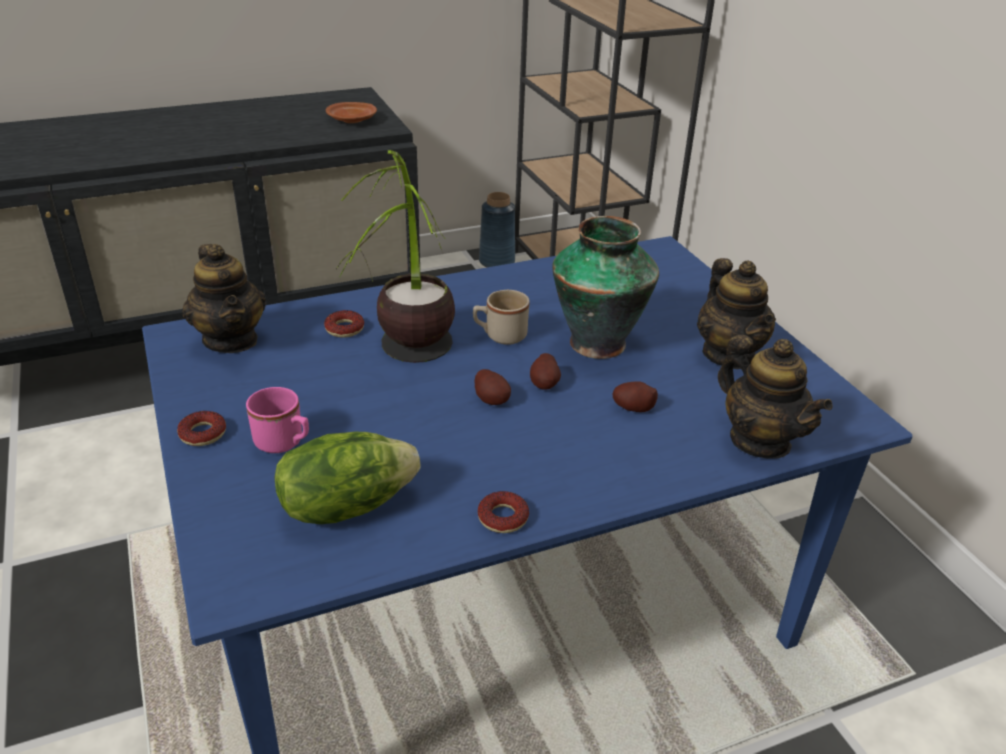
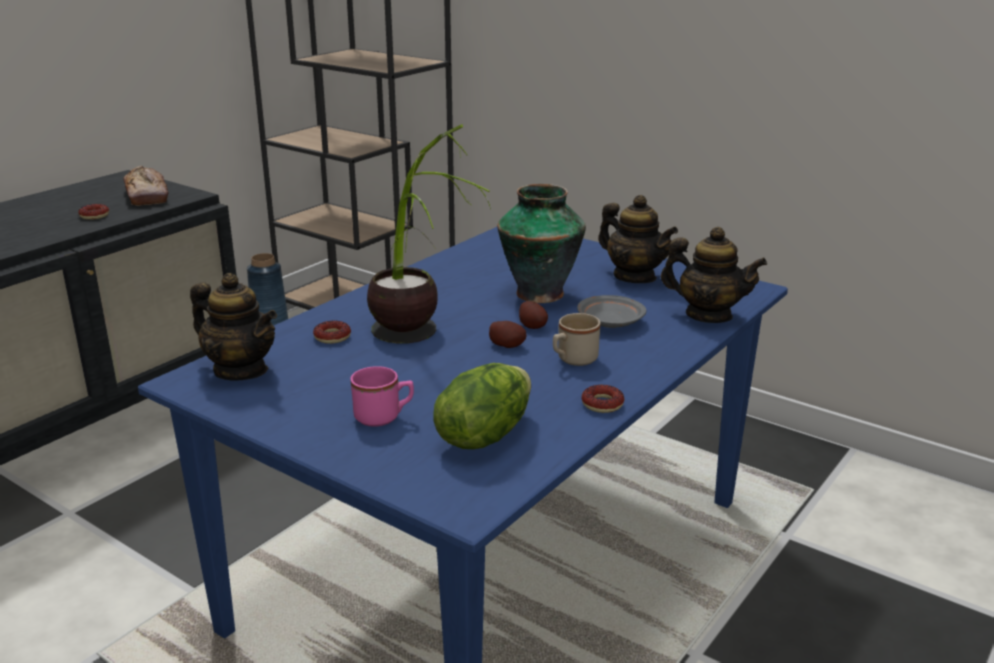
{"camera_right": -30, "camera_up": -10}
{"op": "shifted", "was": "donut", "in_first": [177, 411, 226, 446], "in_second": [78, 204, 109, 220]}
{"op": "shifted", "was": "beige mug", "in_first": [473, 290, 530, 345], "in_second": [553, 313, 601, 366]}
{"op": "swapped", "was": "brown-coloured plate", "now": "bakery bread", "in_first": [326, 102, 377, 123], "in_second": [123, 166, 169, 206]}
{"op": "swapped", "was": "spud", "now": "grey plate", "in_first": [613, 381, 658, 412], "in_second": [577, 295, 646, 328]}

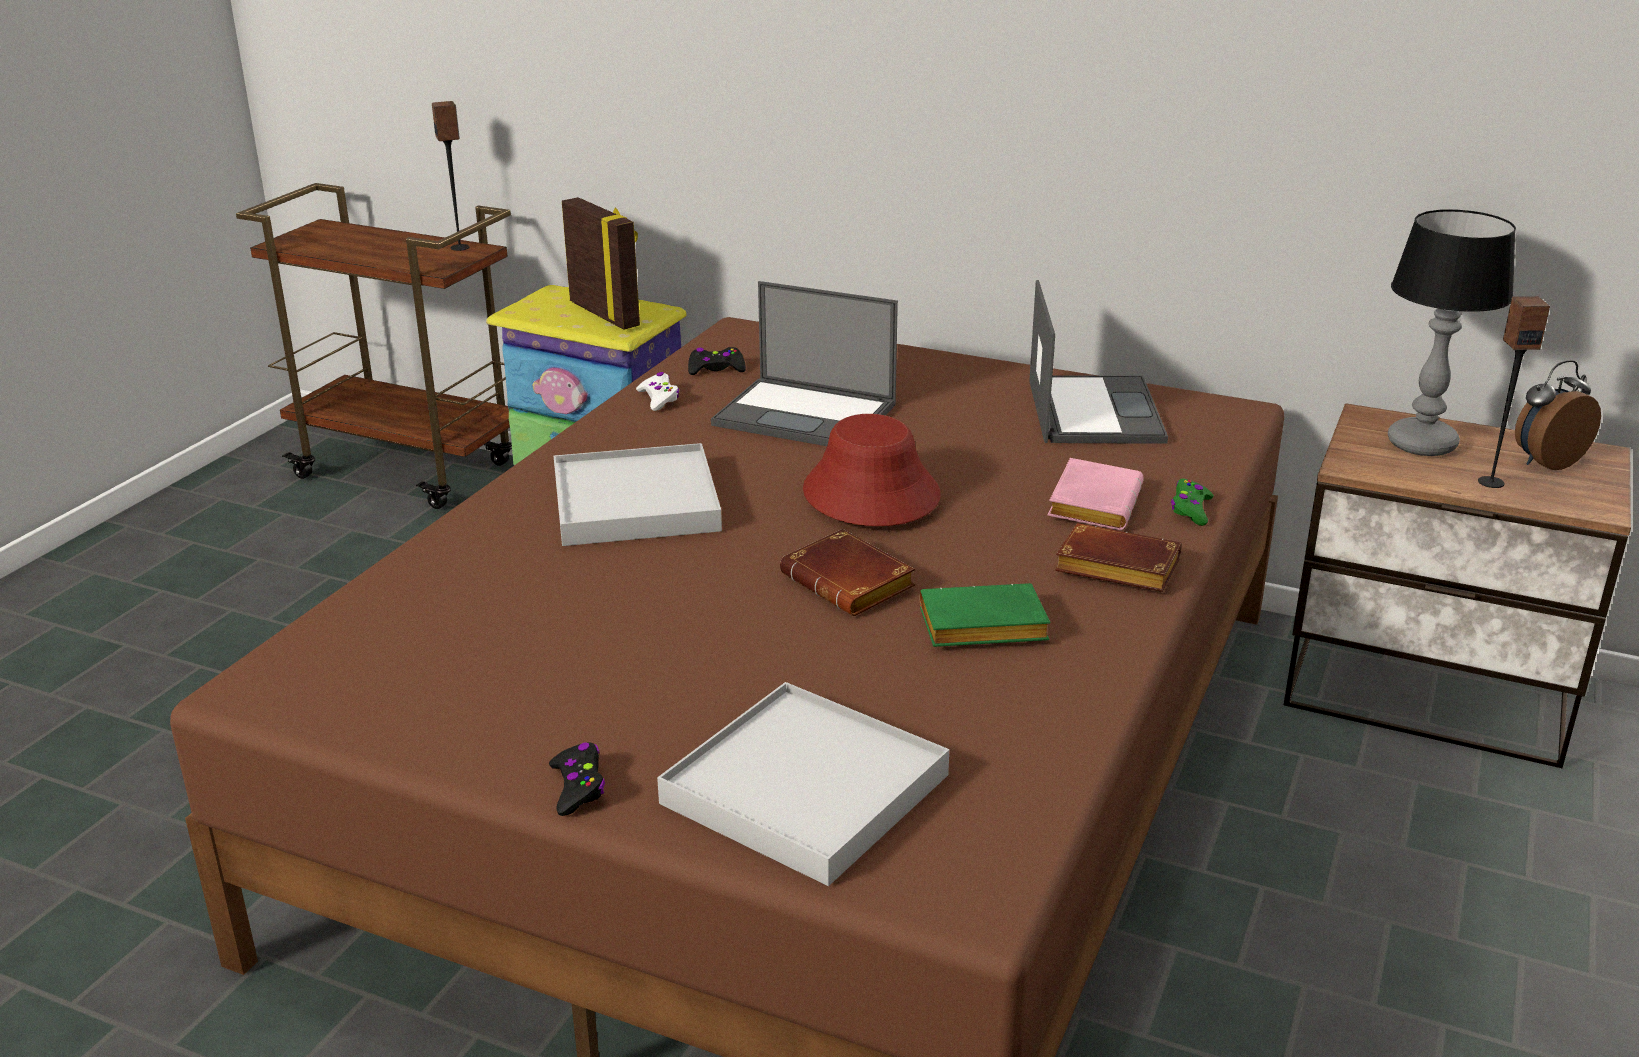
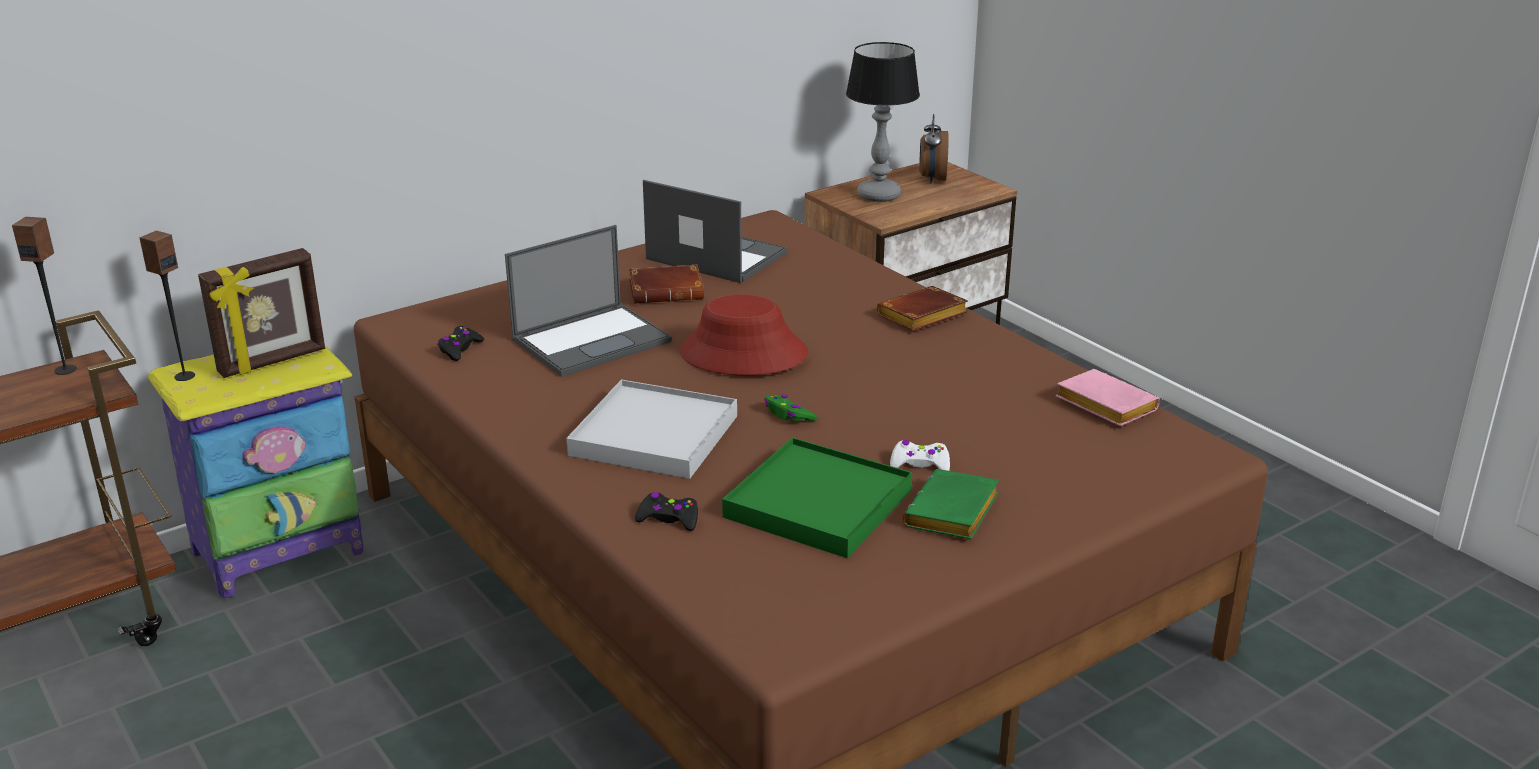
{"camera_right": -60, "camera_up": 0}
{"op": "gone", "was": "white tray", "in_first": [657, 682, 949, 886]}
{"op": "new", "now": "green tray", "in_second": [722, 437, 912, 558]}
{"op": "shifted", "was": "blackish joypad", "in_first": [549, 742, 605, 816], "in_second": [635, 492, 698, 531]}
{"op": "shifted", "was": "white joypad", "in_first": [636, 372, 679, 411], "in_second": [890, 440, 950, 471]}
{"op": "shifted", "was": "brown-coloured book", "in_first": [780, 529, 915, 616], "in_second": [629, 265, 704, 304]}
{"op": "shifted", "was": "green book", "in_first": [920, 583, 1050, 647], "in_second": [903, 469, 999, 539]}
{"op": "shifted", "was": "pink-coloured book", "in_first": [1048, 458, 1144, 530], "in_second": [1055, 369, 1160, 426]}
{"op": "shifted", "was": "green joypad", "in_first": [1171, 478, 1214, 526], "in_second": [764, 394, 817, 421]}
{"op": "shifted", "was": "audio speaker", "in_first": [1478, 296, 1550, 488], "in_second": [139, 231, 195, 381]}
{"op": "rotated", "was": "picture frame", "in_first": [562, 197, 640, 330], "in_second": [198, 248, 325, 378], "clockwise": 150}

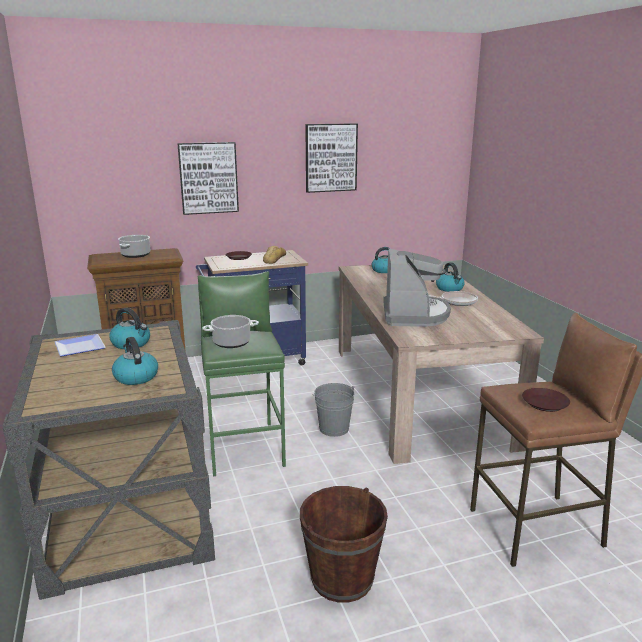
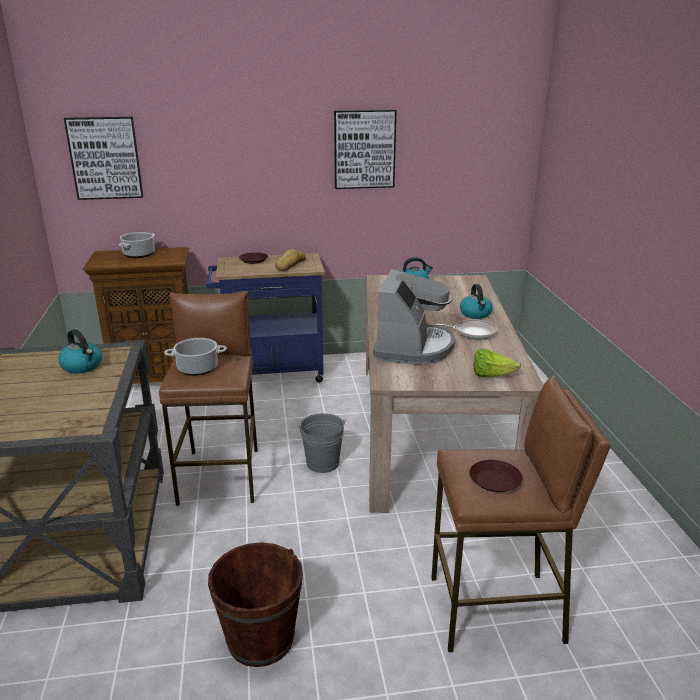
{"camera_right": 10, "camera_up": 5}
{"op": "gone", "was": "plate", "in_first": [55, 334, 106, 357]}
{"op": "gone", "was": "tea kettle", "in_first": [112, 337, 158, 385]}
{"op": "new", "now": "head of lettuce", "in_second": [474, 348, 521, 377]}
{"op": "shifted", "was": "picture", "in_first": [177, 142, 239, 215], "in_second": [64, 117, 143, 200]}
{"op": "repainted", "was": "green stool seat", "now": "brown-coloured stool seat", "in_first": [198, 271, 286, 477], "in_second": [159, 291, 258, 506]}

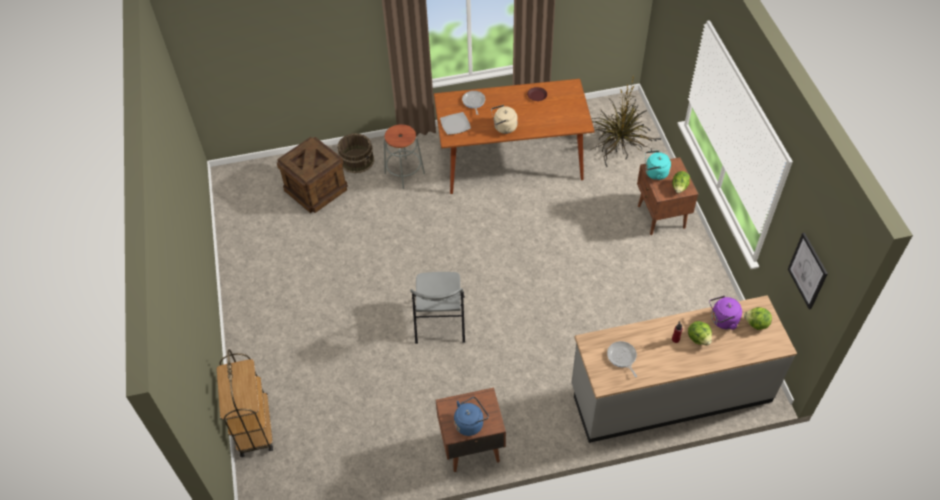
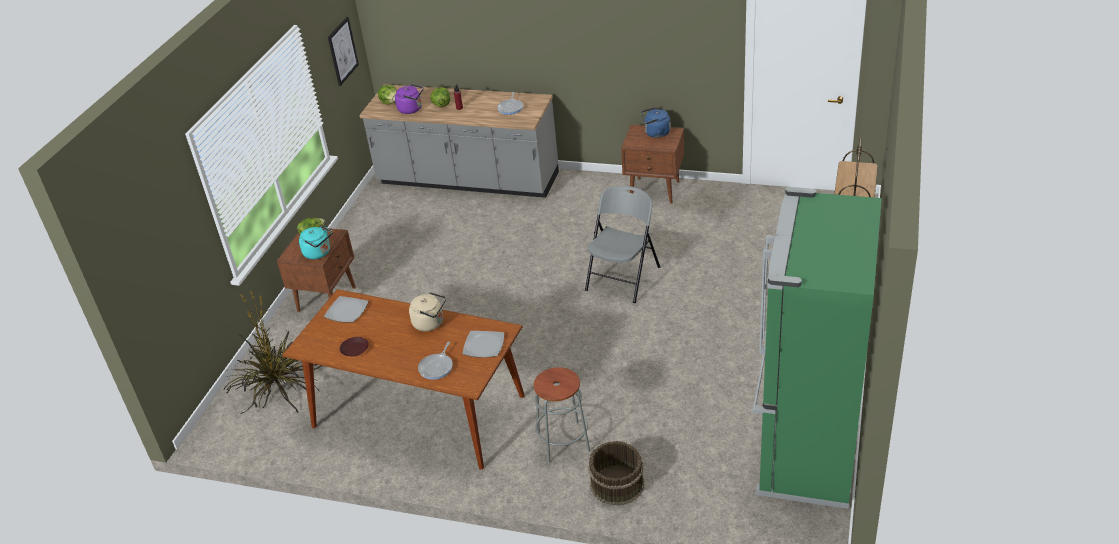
{"camera_right": -150, "camera_up": -15}
{"op": "gone", "was": "crate", "in_first": [277, 137, 348, 213]}
{"op": "new", "now": "plate", "in_second": [324, 296, 369, 322]}
{"op": "new", "now": "green kitchen fridge", "in_second": [752, 187, 882, 509]}

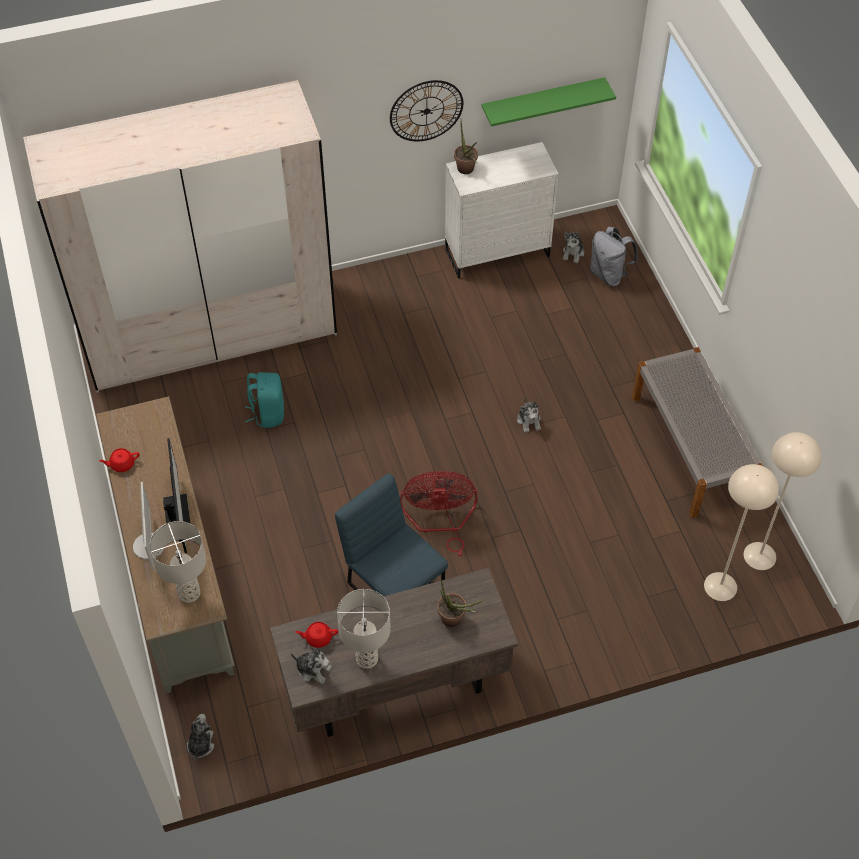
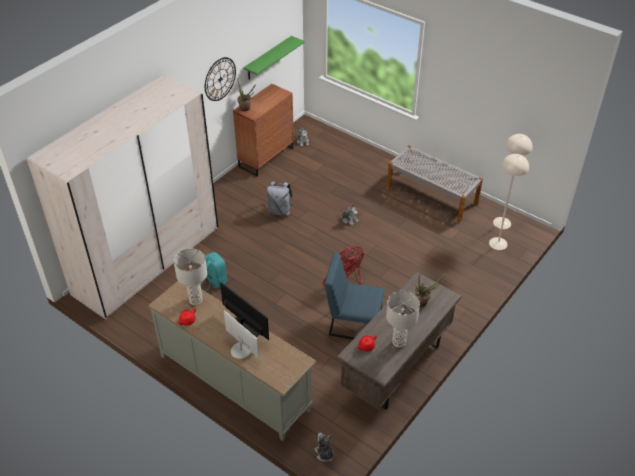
{"camera_right": -35, "camera_up": -10}
{"op": "gone", "was": "cuddly toy", "in_first": [291, 648, 332, 684]}
{"op": "shifted", "was": "white lamp for a table", "in_first": [149, 521, 206, 603], "in_second": [174, 249, 207, 305]}
{"op": "shifted", "was": "grey rucksack", "in_first": [590, 226, 638, 287], "in_second": [267, 181, 293, 216]}
{"op": "repainted", "was": "white drawer chest", "now": "brown-coloured drawer chest", "in_first": [445, 142, 559, 279], "in_second": [233, 84, 294, 177]}

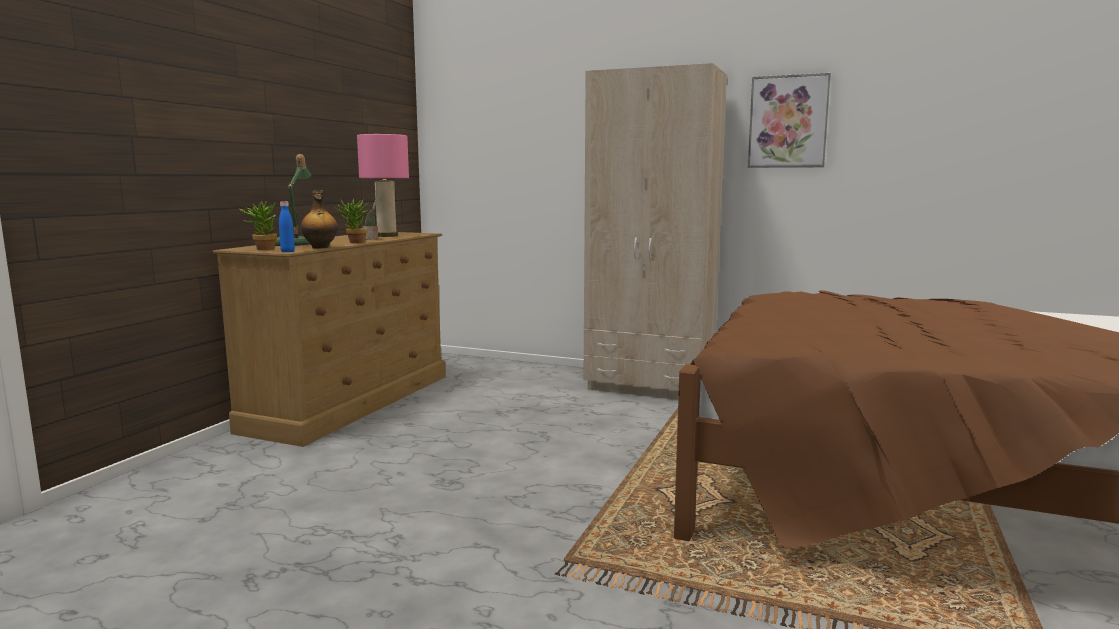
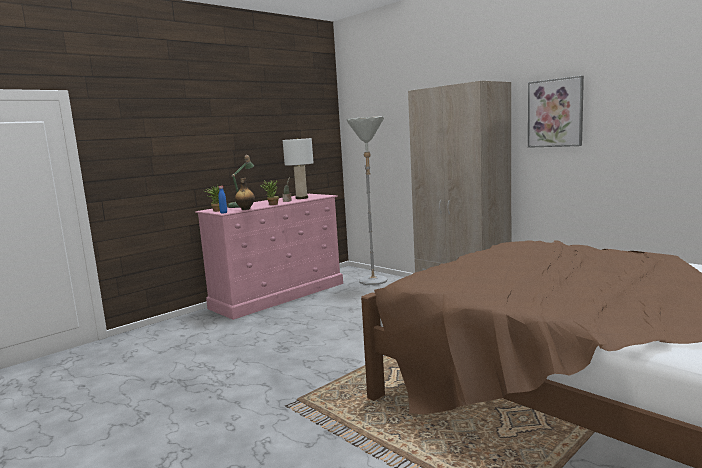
{"camera_right": 25, "camera_up": 0}
{"op": "new", "now": "grey standing lamp", "in_second": [347, 117, 387, 285]}
{"op": "repainted", "was": "brown-coloured drawer chest", "now": "pink-coloured drawer chest", "in_first": [213, 232, 446, 447], "in_second": [195, 194, 343, 320]}
{"op": "repainted", "was": "pink-coloured lamp for a table", "now": "white lamp for a table", "in_first": [357, 134, 409, 237], "in_second": [283, 138, 313, 199]}

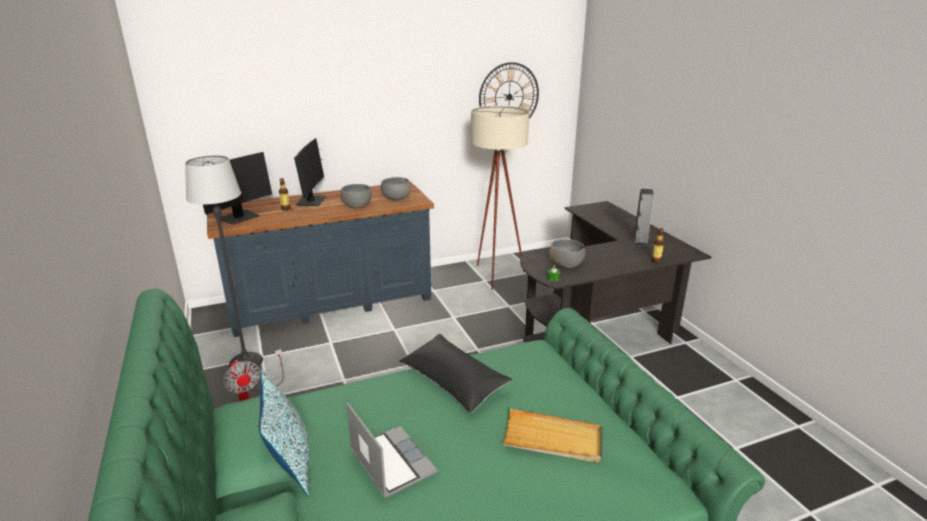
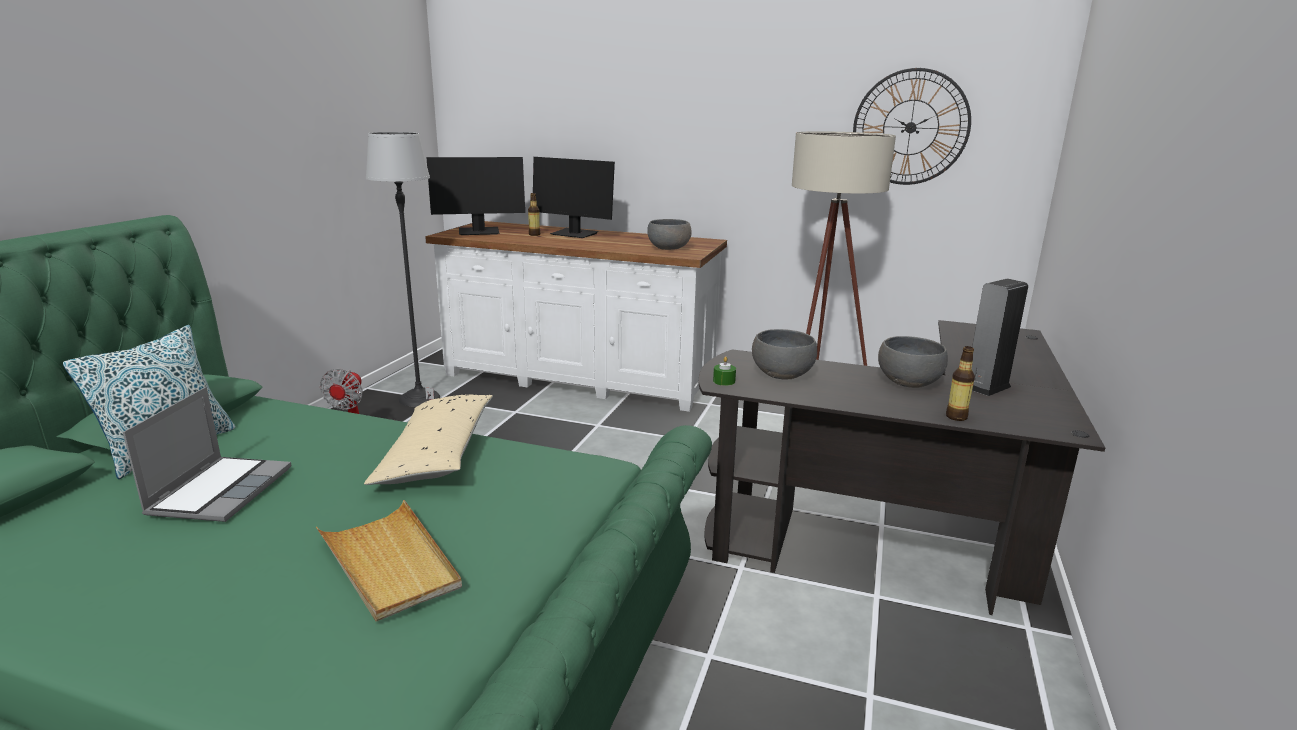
{"camera_right": 40, "camera_up": -5}
{"op": "shifted", "was": "grey deep dish", "in_first": [340, 184, 372, 208], "in_second": [878, 336, 948, 388]}
{"op": "repainted", "was": "bluish drawer chest", "now": "white drawer chest", "in_first": [207, 182, 434, 337], "in_second": [425, 221, 727, 412]}
{"op": "repainted", "was": "blackish pillow", "now": "beige pillow", "in_first": [399, 334, 513, 413], "in_second": [364, 395, 493, 485]}
{"op": "rotated", "was": "monitor", "in_first": [294, 138, 326, 206], "in_second": [533, 157, 615, 238], "clockwise": 75}

